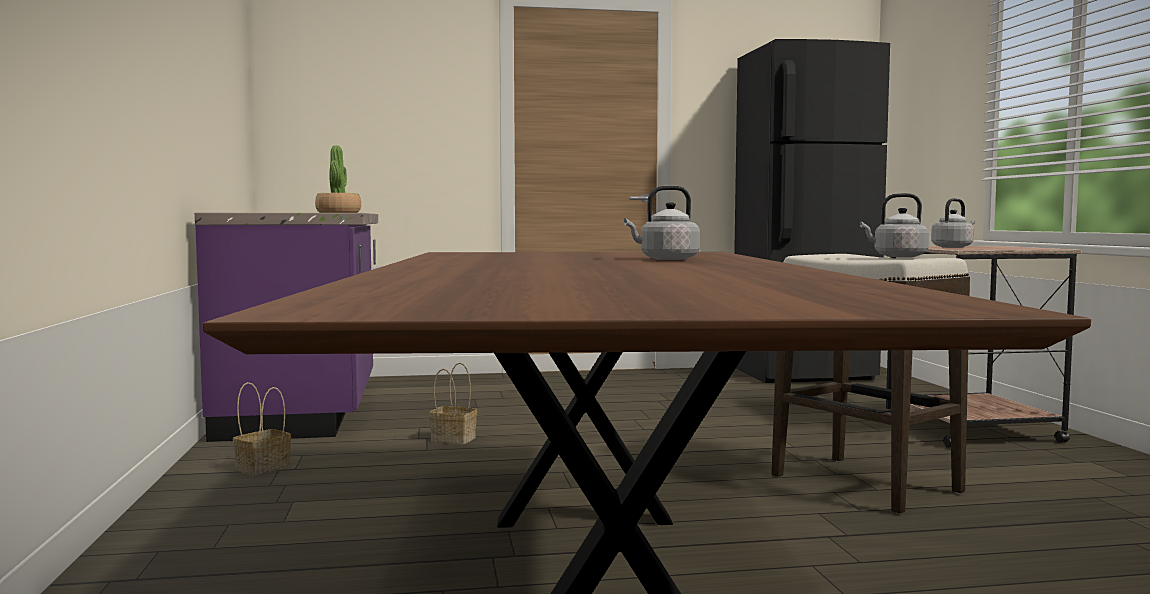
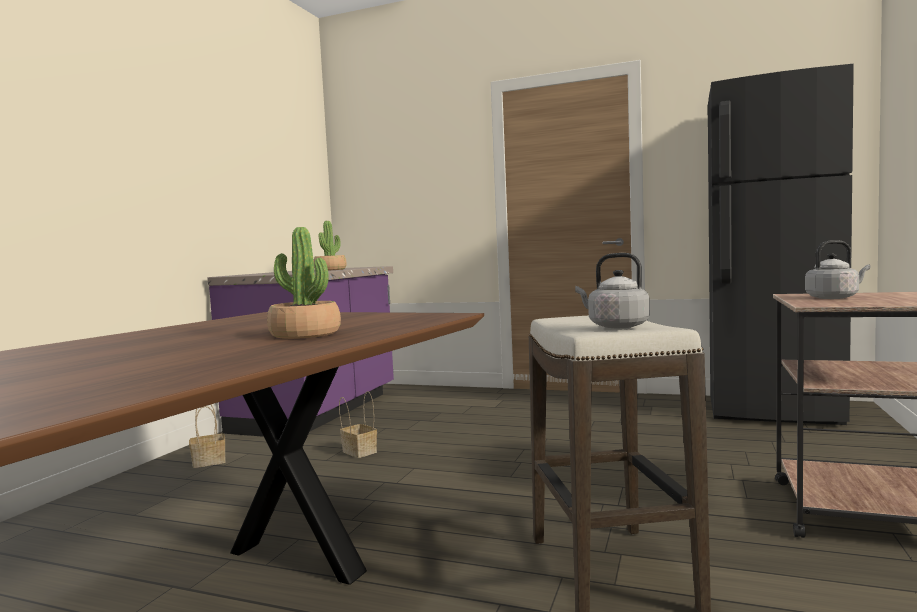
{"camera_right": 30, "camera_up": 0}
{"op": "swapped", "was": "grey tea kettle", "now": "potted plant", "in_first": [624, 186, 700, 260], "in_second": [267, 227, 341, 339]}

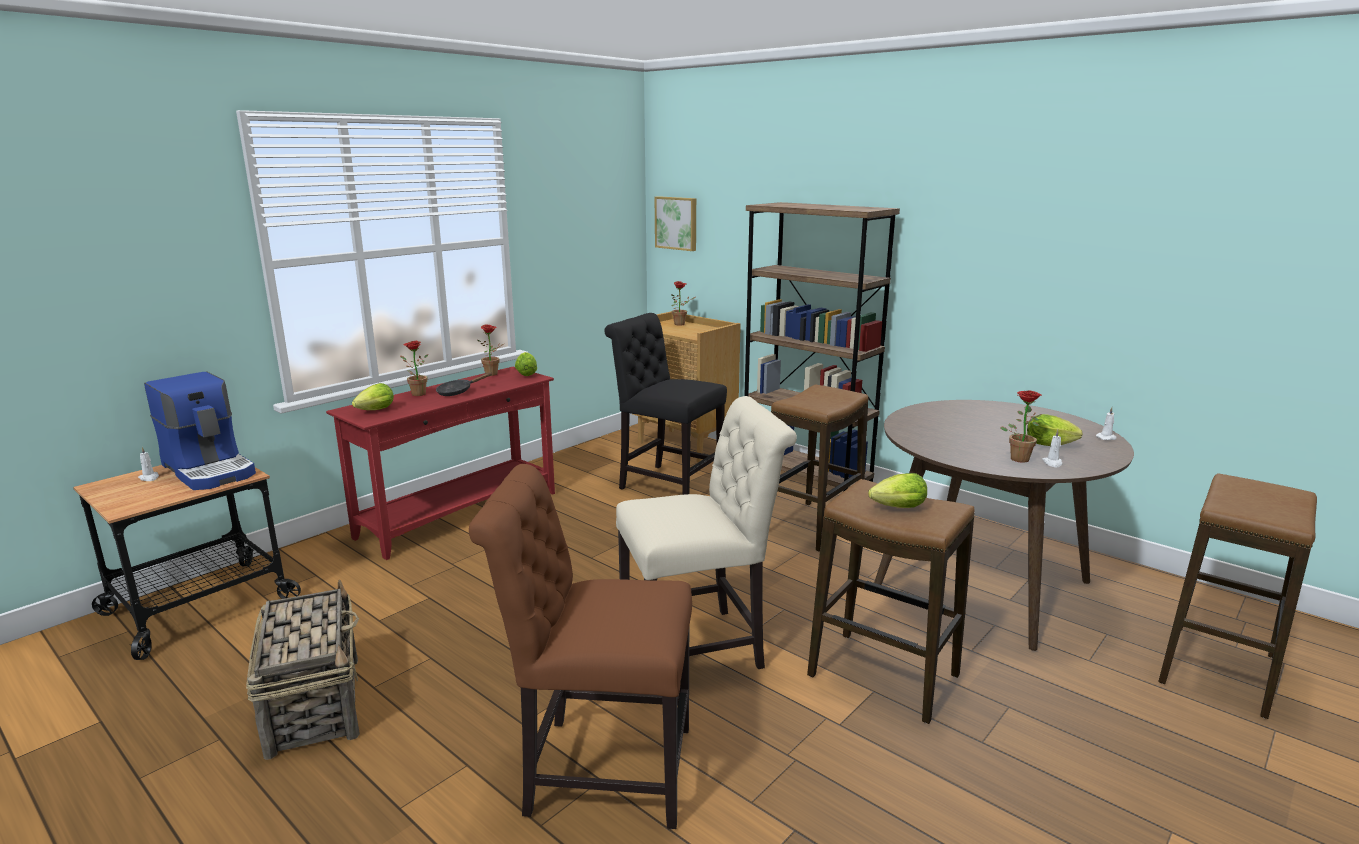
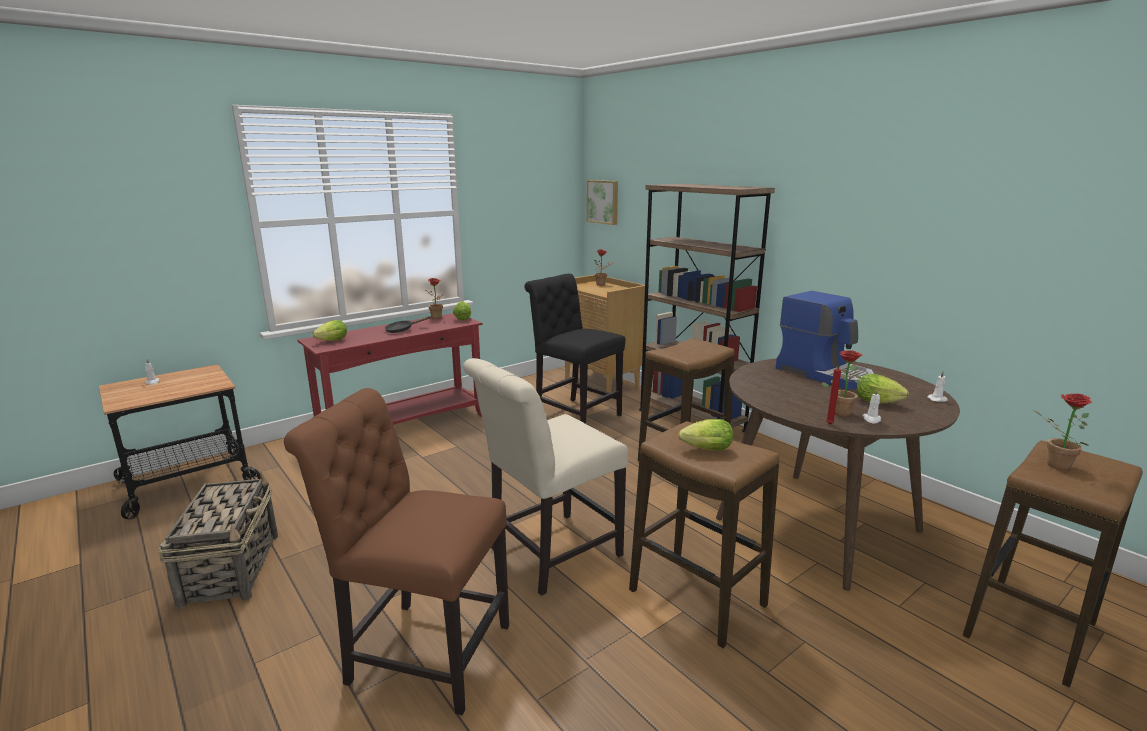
{"camera_right": 10, "camera_up": 0}
{"op": "new", "now": "red candle", "in_second": [826, 365, 841, 424]}
{"op": "shifted", "was": "coffee brewer", "in_first": [144, 371, 256, 490], "in_second": [776, 291, 874, 389]}
{"op": "shifted", "was": "potted plant", "in_first": [400, 341, 428, 396], "in_second": [1035, 393, 1092, 471]}
{"op": "rotated", "was": "beige plain chair", "in_first": [616, 396, 797, 669], "in_second": [463, 358, 628, 596], "clockwise": 150}

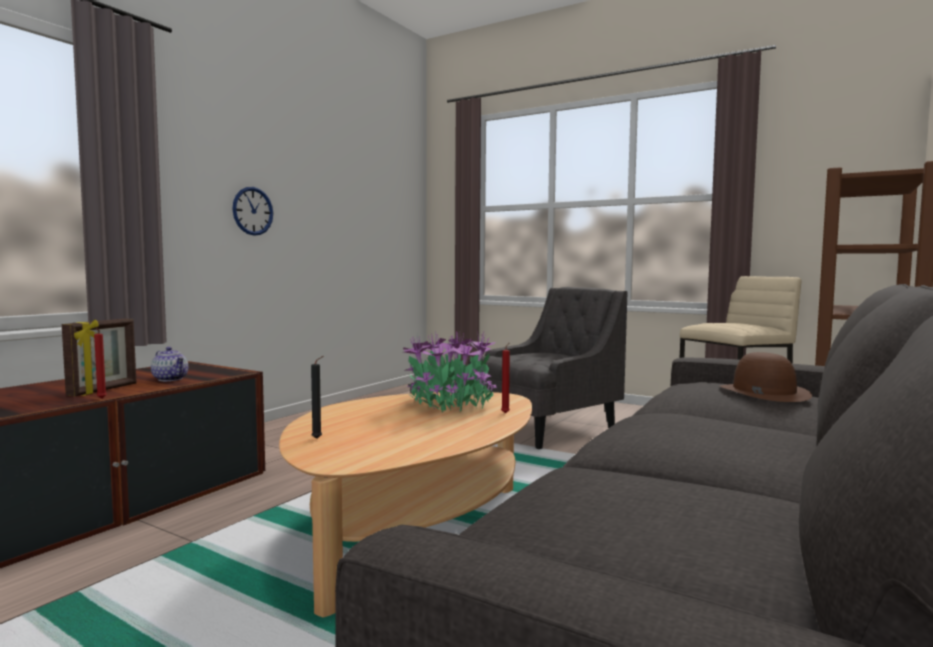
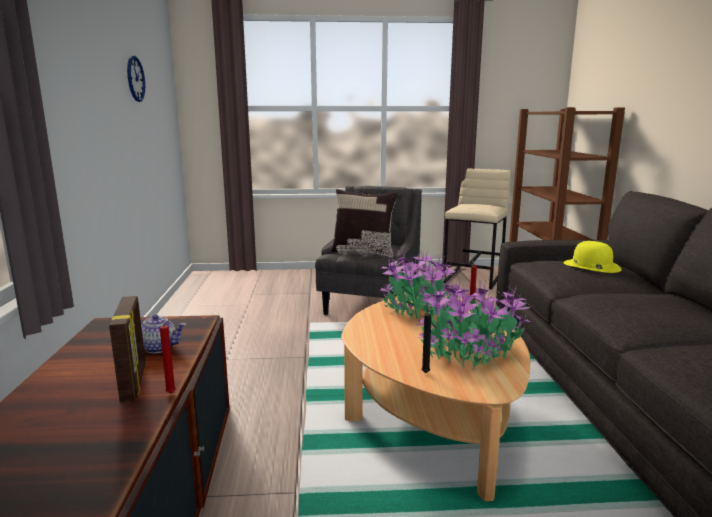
{"camera_right": -35, "camera_up": 10}
{"op": "new", "now": "pillow", "in_second": [331, 189, 398, 258]}
{"op": "new", "now": "potted plant", "in_second": [417, 279, 530, 368]}
{"op": "shifted", "was": "hanging clock", "in_first": [232, 187, 273, 236], "in_second": [127, 55, 145, 102]}
{"op": "repainted", "was": "brown-coloured clothing hat", "now": "yellow clothing hat", "in_first": [720, 352, 812, 402], "in_second": [564, 241, 622, 273]}

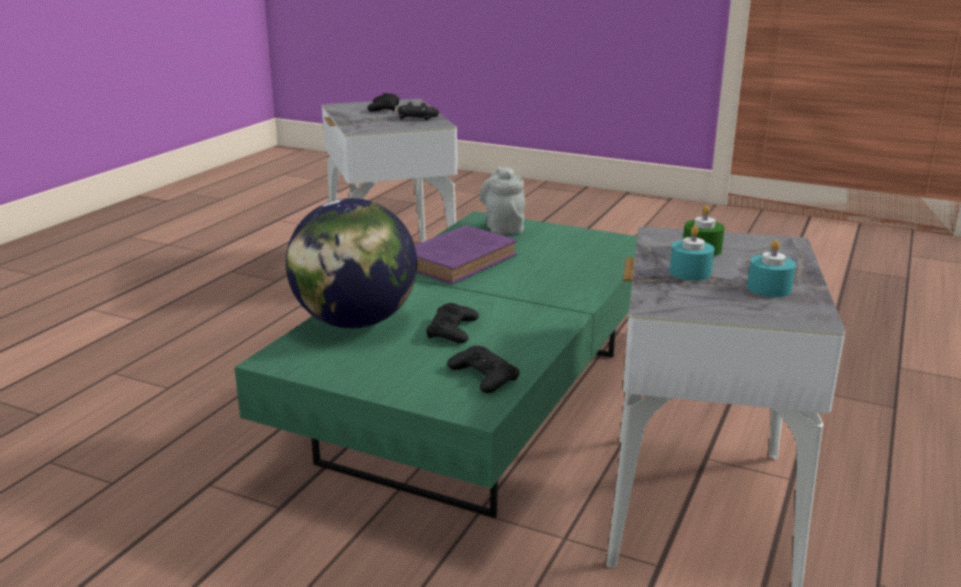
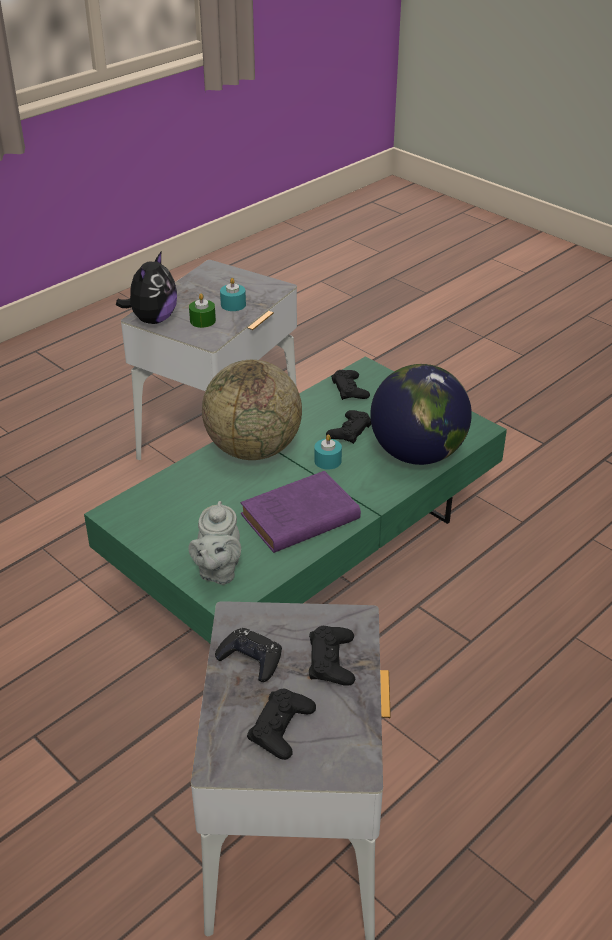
{"camera_right": -160, "camera_up": 15}
{"op": "new", "now": "cuddly toy", "in_second": [116, 251, 177, 324]}
{"op": "new", "now": "globe", "in_second": [202, 360, 302, 460]}
{"op": "new", "now": "blackish joypad", "in_second": [309, 626, 355, 686]}
{"op": "shifted", "was": "blue-green candle", "in_first": [747, 240, 796, 297], "in_second": [314, 435, 342, 470]}

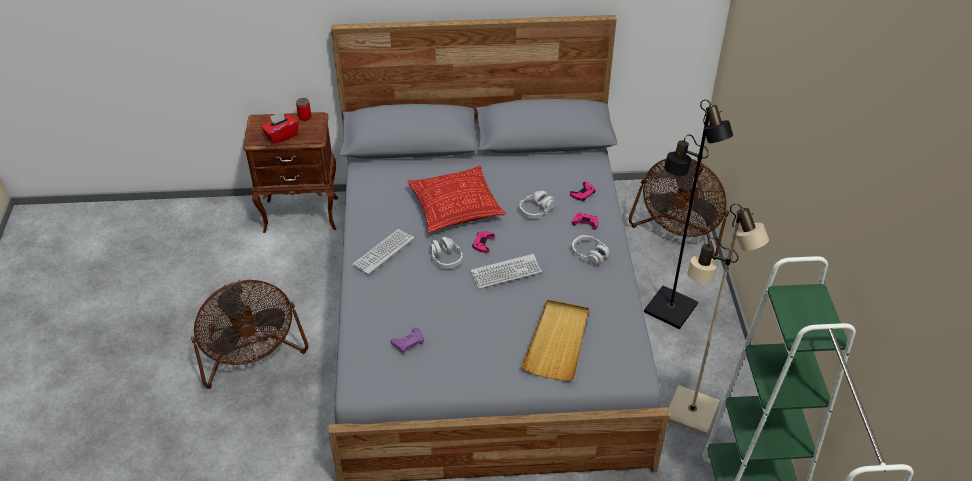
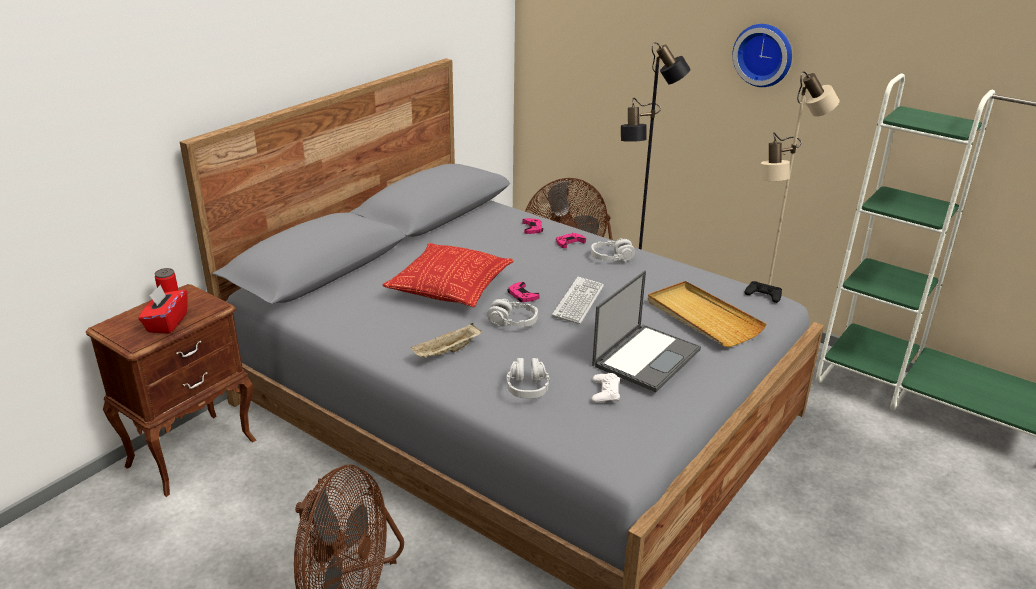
{"camera_right": -50, "camera_up": -15}
{"op": "new", "now": "portable computer", "in_second": [592, 270, 701, 392]}
{"op": "new", "now": "hanging clock", "in_second": [732, 24, 792, 87]}
{"op": "new", "now": "blackish joypad", "in_second": [744, 281, 782, 303]}
{"op": "shifted", "was": "grey headset", "in_first": [519, 191, 555, 219], "in_second": [506, 358, 550, 398]}
{"op": "swapped", "was": "computer keyboard", "now": "beige tray", "in_first": [352, 229, 414, 275], "in_second": [411, 323, 482, 358]}
{"op": "repainted", "was": "purple joypad", "now": "white joypad", "in_first": [390, 327, 424, 353], "in_second": [592, 373, 620, 403]}

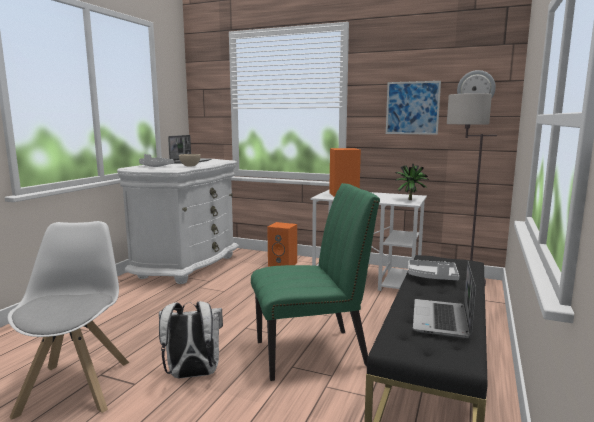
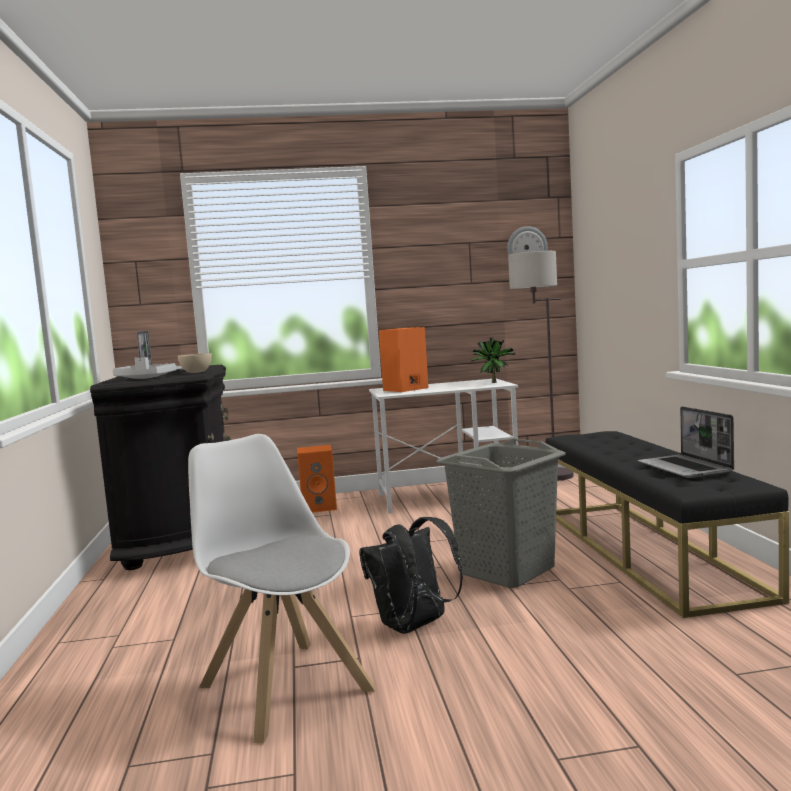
{"camera_right": -30, "camera_up": -5}
{"op": "gone", "was": "picture", "in_first": [386, 81, 441, 135]}
{"op": "gone", "was": "grey tray", "in_first": [408, 260, 459, 280]}
{"op": "swapped", "was": "green plain chair", "now": "grey washing basket", "in_first": [251, 183, 380, 381], "in_second": [436, 439, 566, 588]}
{"op": "repainted", "was": "white drawer chest", "now": "blackish drawer chest", "in_first": [117, 158, 239, 284], "in_second": [90, 365, 231, 570]}
{"op": "repainted", "was": "white rucksack", "now": "blackish rucksack", "in_first": [159, 301, 223, 378], "in_second": [359, 517, 463, 634]}

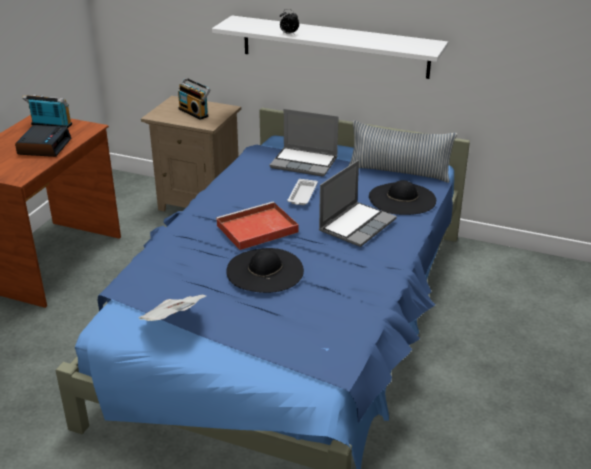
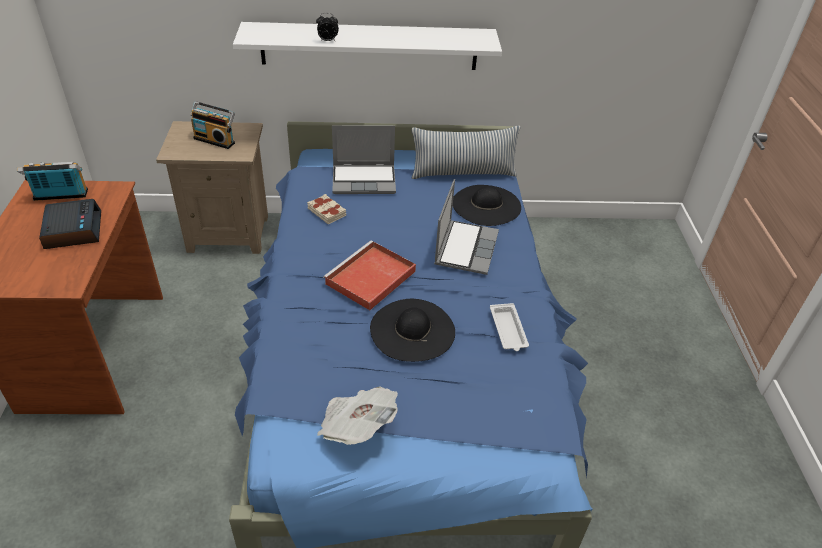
{"camera_right": -25, "camera_up": 10}
{"op": "new", "now": "beige book", "in_second": [307, 194, 346, 224]}
{"op": "shifted", "was": "white tray", "in_first": [288, 179, 318, 205], "in_second": [490, 303, 529, 351]}

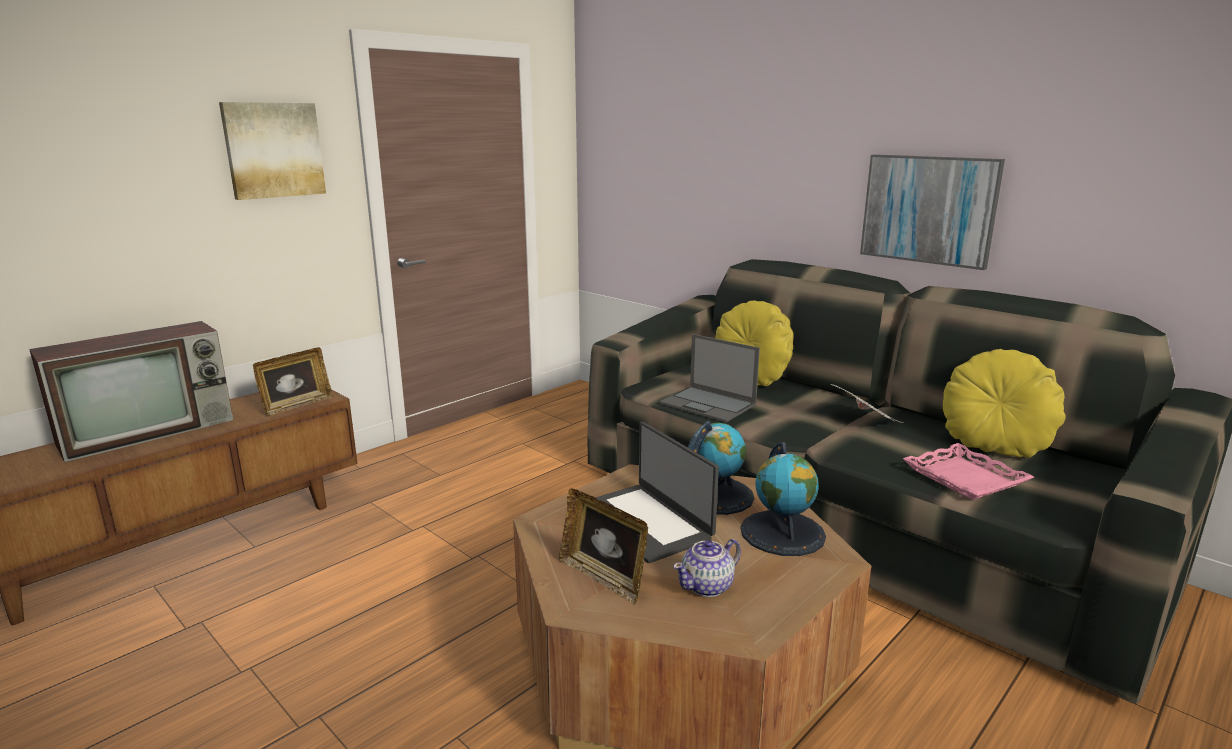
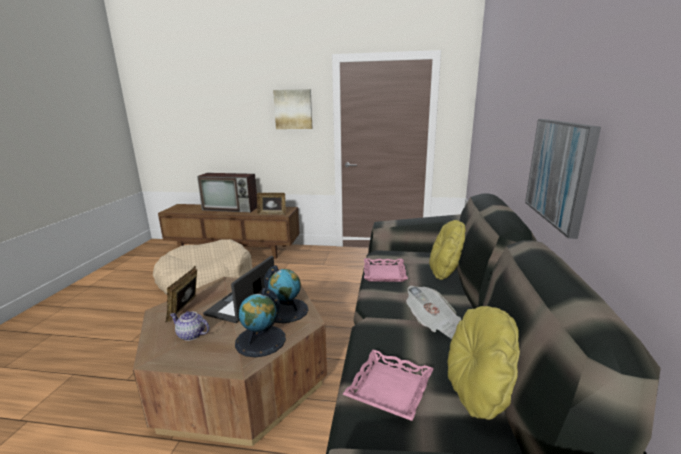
{"camera_right": 55, "camera_up": 0}
{"op": "new", "now": "beige dog bed", "in_second": [153, 239, 252, 294]}
{"op": "swapped", "was": "portable computer", "now": "pink-coloured tray", "in_first": [660, 334, 760, 422], "in_second": [364, 258, 408, 282]}

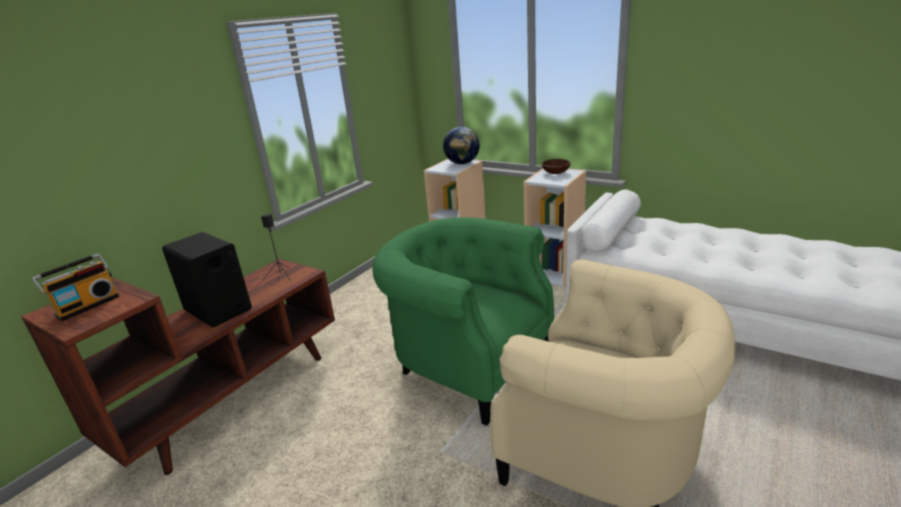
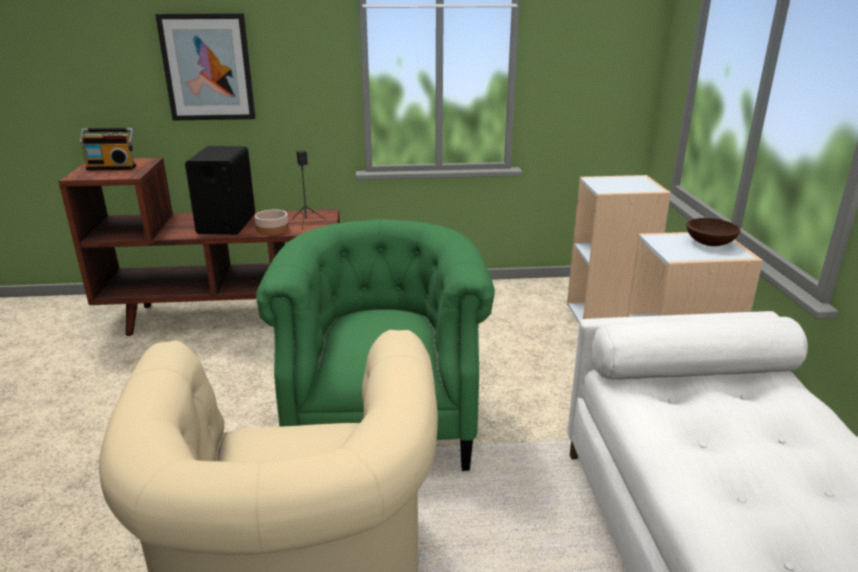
{"camera_right": 50, "camera_up": 0}
{"op": "gone", "was": "globe", "in_first": [443, 127, 480, 164]}
{"op": "new", "now": "picture", "in_second": [155, 13, 255, 121]}
{"op": "new", "now": "deep dish", "in_second": [255, 210, 289, 235]}

